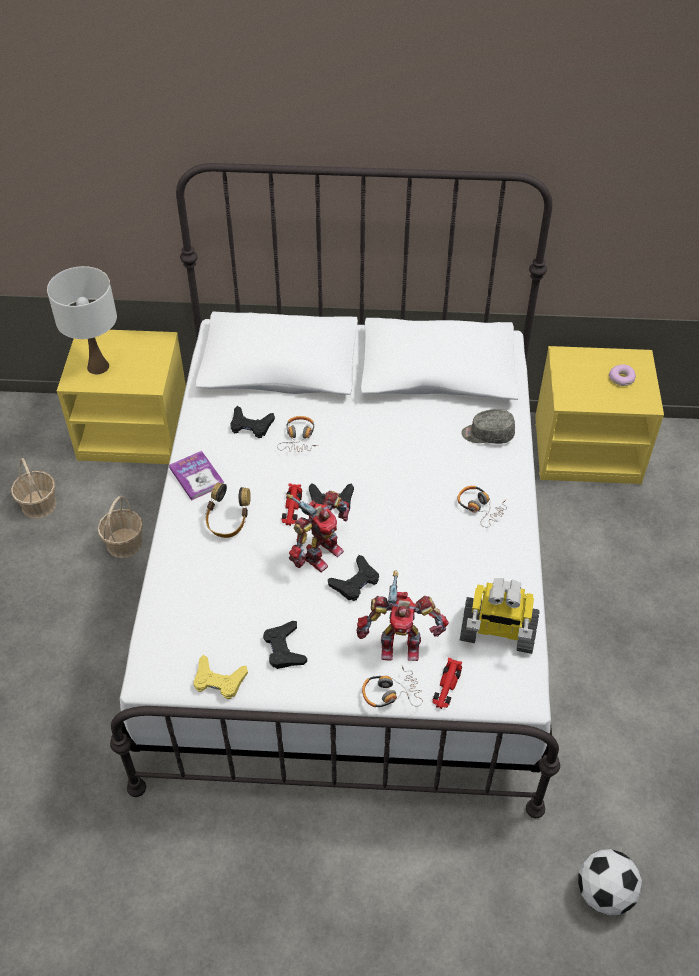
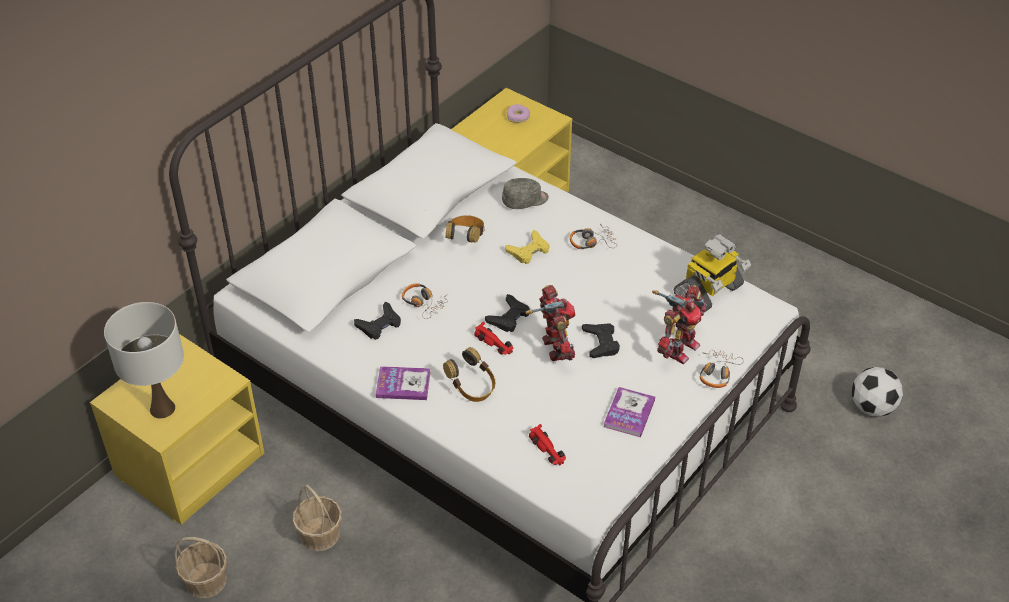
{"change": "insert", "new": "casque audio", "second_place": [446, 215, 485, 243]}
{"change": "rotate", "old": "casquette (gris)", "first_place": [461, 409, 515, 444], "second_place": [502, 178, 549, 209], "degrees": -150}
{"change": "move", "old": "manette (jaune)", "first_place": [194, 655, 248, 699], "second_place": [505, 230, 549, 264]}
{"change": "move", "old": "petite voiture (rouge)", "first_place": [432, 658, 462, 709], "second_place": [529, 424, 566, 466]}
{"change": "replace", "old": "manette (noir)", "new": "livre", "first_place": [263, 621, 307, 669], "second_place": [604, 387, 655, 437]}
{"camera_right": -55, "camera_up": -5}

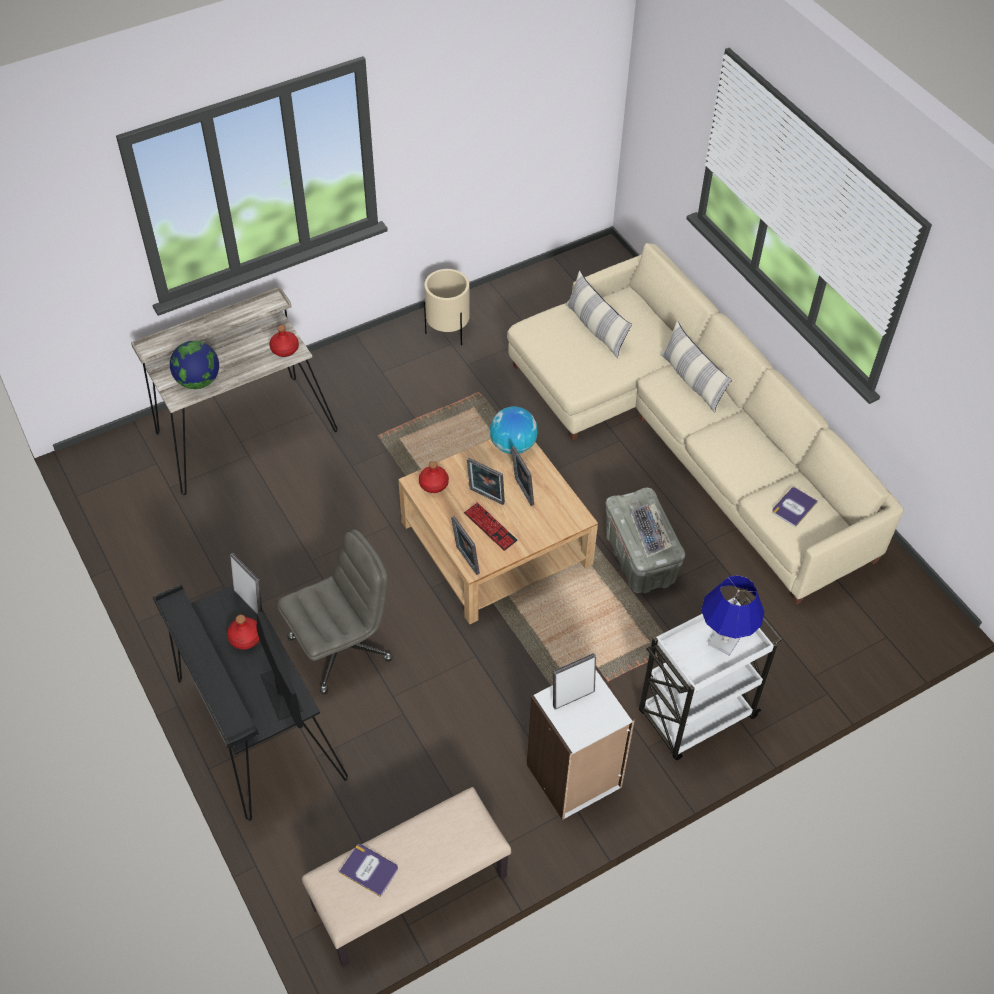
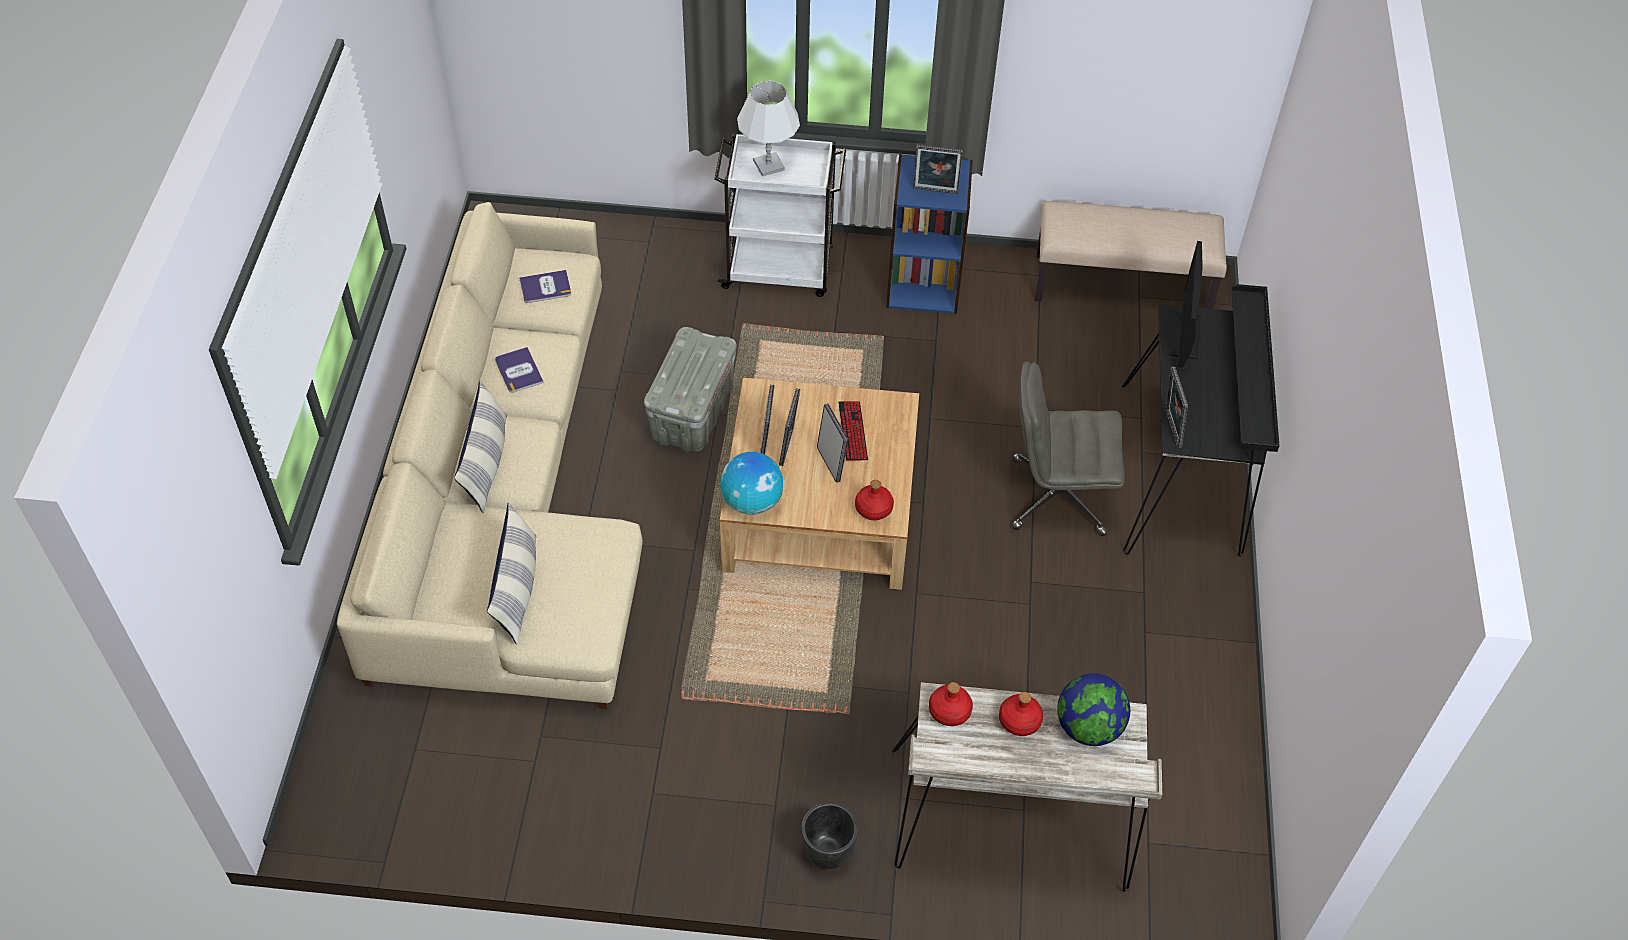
{"change": "move", "old": "livre", "first_place": [339, 844, 398, 897], "second_place": [495, 347, 544, 393]}
{"change": "recolor", "old": "lampe de table (bleu)", "new": "lampe de table (blanc)", "first_place": [701, 575, 765, 656], "second_place": [737, 81, 800, 176]}
{"change": "move", "old": "cadre photo", "first_place": [451, 516, 480, 575], "second_place": [760, 384, 774, 454]}
{"change": "insert", "new": "cache-pot (noir)", "second_place": [801, 803, 858, 869]}
{"change": "recolor", "old": "bibliothèque (blanc)", "new": "bibliothèque (bleu)", "first_place": [527, 666, 635, 820], "second_place": [886, 154, 973, 314]}
{"change": "move", "old": "bouteille (rouge)", "first_place": [227, 615, 260, 649], "second_place": [999, 692, 1043, 736]}
{"change": "delete", "old": "cache-pot (beige)", "first_place": [424, 269, 470, 345]}
{"change": "delete", "old": "clavier", "first_place": [631, 503, 672, 557]}
{"camera_right": -145, "camera_up": 0}

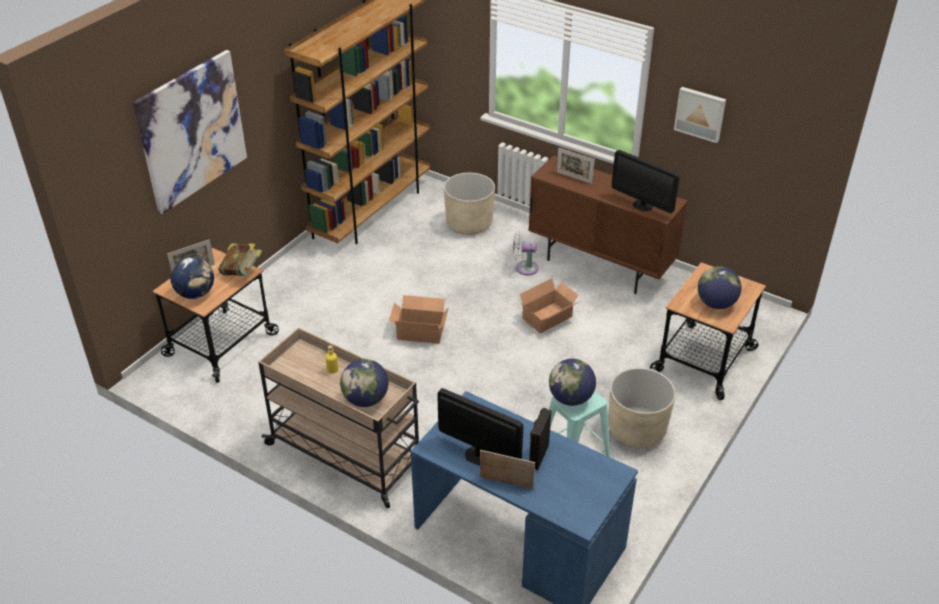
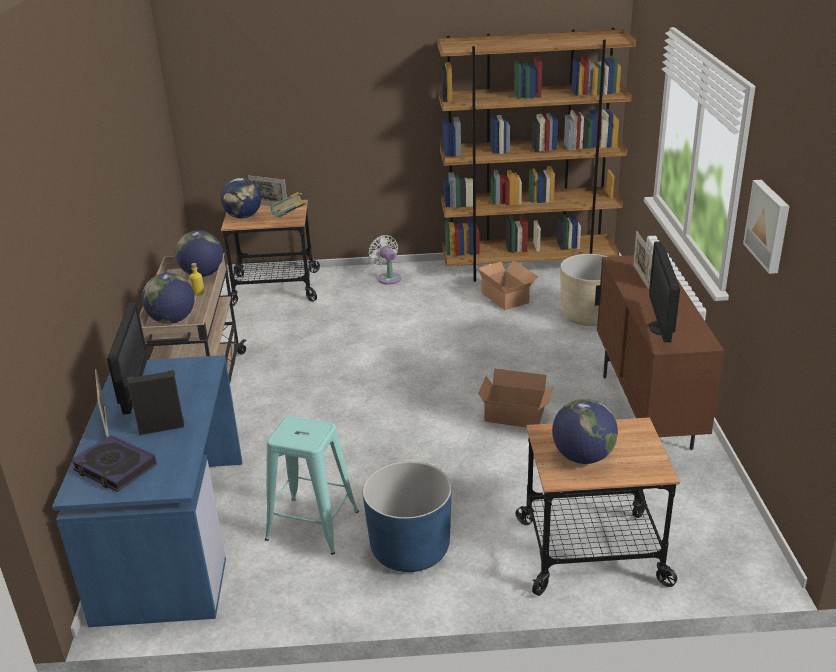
{"change": "insert", "new": "livre", "second_place": [71, 435, 157, 492]}
{"change": "move", "old": "globe", "first_place": [549, 359, 596, 406], "second_place": [175, 230, 223, 277]}
{"change": "recolor", "old": "cache-pot (beige)", "new": "cache-pot (bleu)", "first_place": [608, 368, 676, 448], "second_place": [363, 461, 452, 572]}
{"change": "move", "old": "ventilateur (blanc)", "first_place": [512, 231, 539, 275], "second_place": [369, 235, 401, 285]}
{"change": "move", "old": "carton", "first_place": [389, 295, 449, 344], "second_place": [477, 260, 538, 310]}
{"change": "delete", "old": "tableau", "first_place": [133, 50, 247, 214]}
{"camera_right": 55, "camera_up": -10}

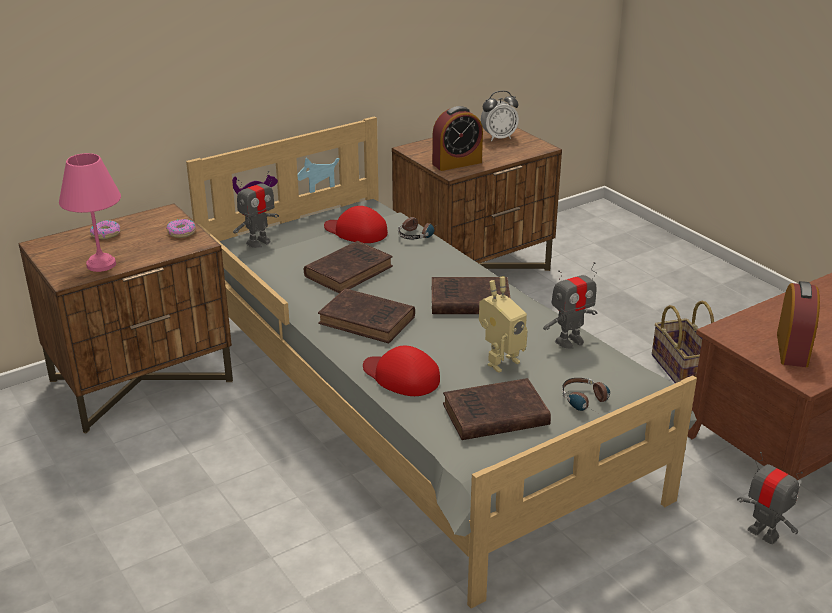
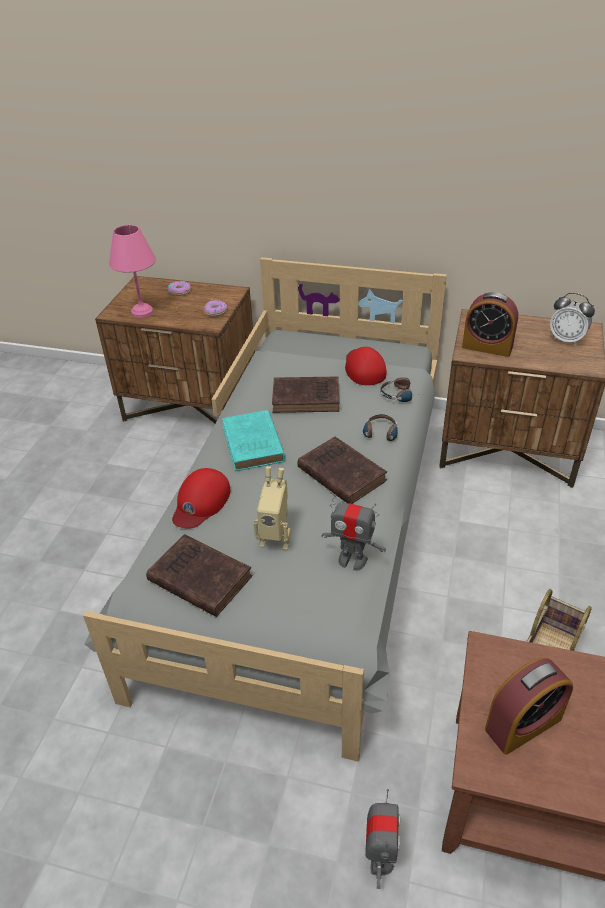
{"change": "rotate", "old": "casquette (rouge)", "first_place": [363, 346, 440, 396], "second_place": [172, 468, 230, 528], "degrees": -150}
{"change": "recolor", "old": "livre (marron)", "new": "livre (turquoise)", "first_place": [318, 288, 415, 343], "second_place": [222, 410, 286, 471]}
{"change": "move", "old": "casque audio", "first_place": [562, 378, 610, 413], "second_place": [363, 414, 398, 441]}
{"change": "delete", "old": "robot jouet", "first_place": [233, 171, 279, 248]}
{"camera_right": 50, "camera_up": 10}

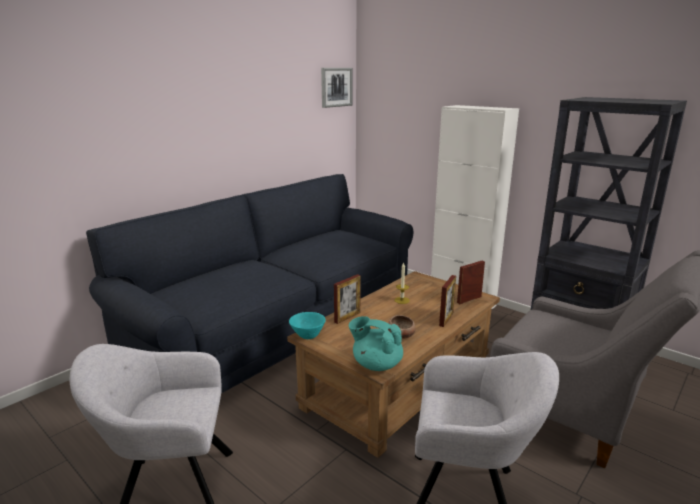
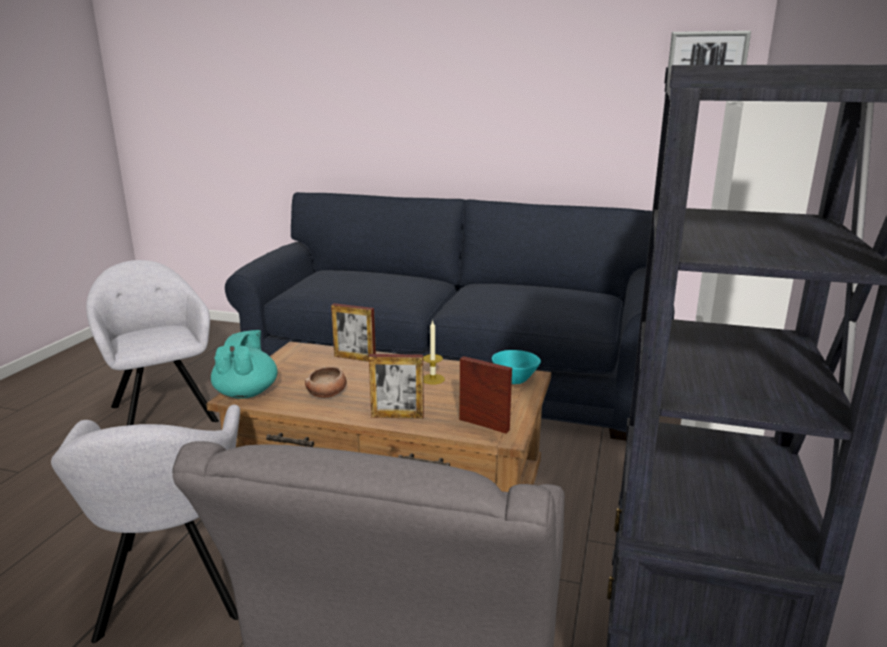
{"change": "move", "old": "bol (turquoise)", "first_place": [289, 312, 326, 339], "second_place": [492, 350, 541, 384]}
{"camera_right": 65, "camera_up": 0}

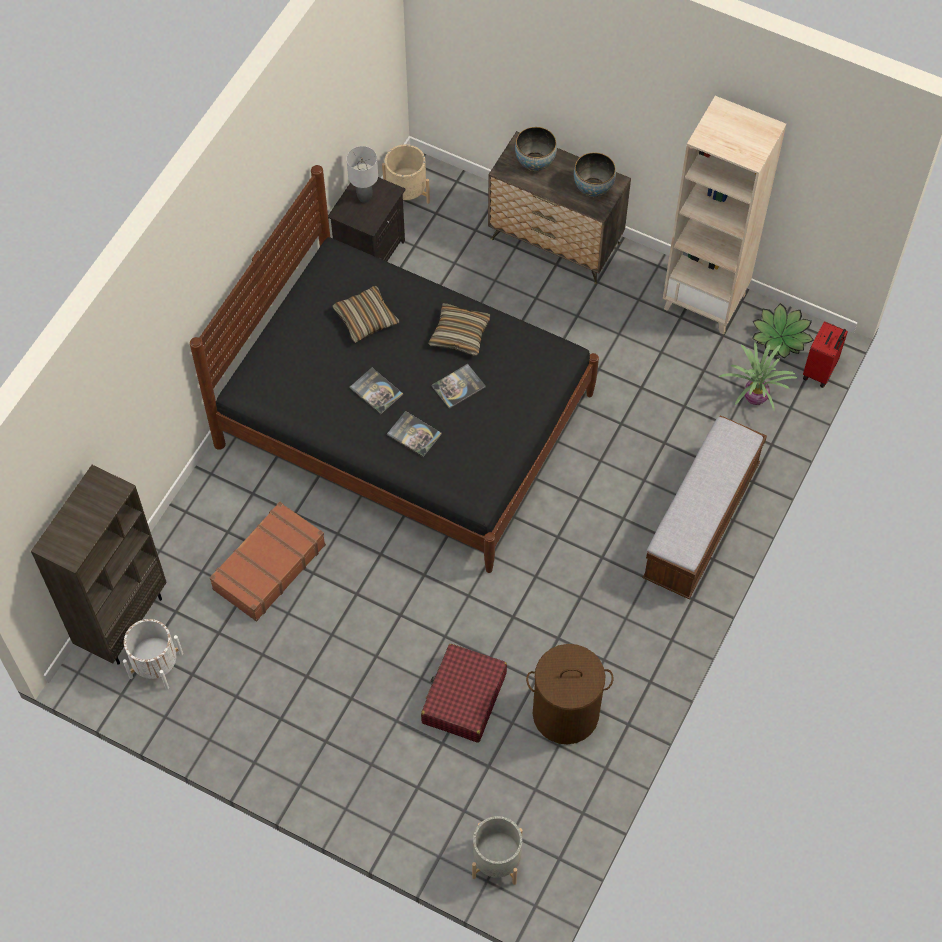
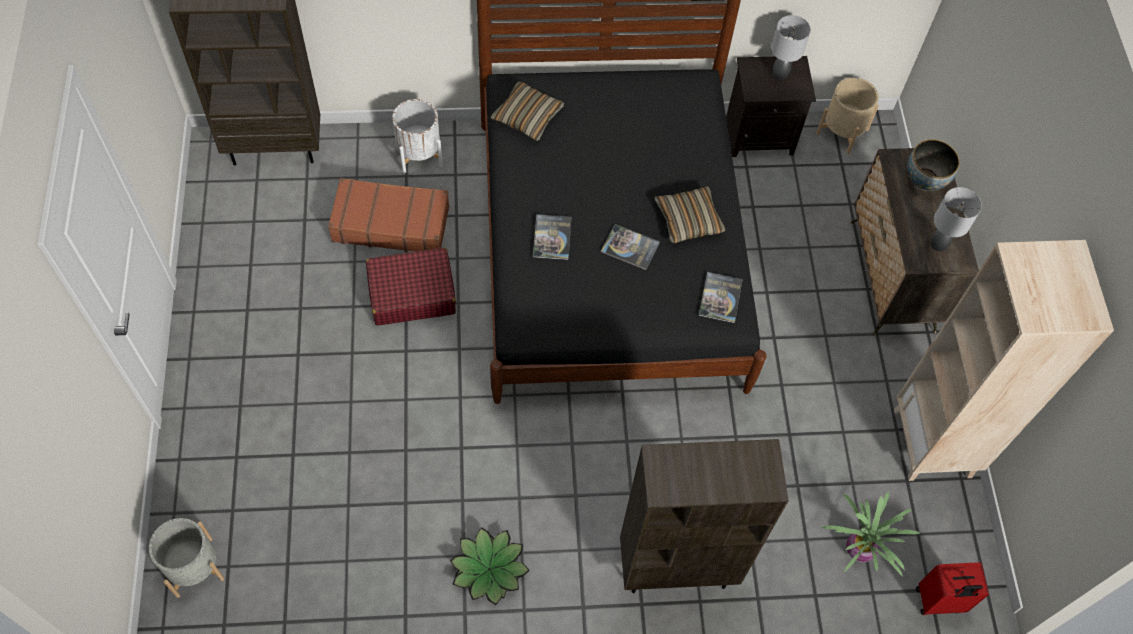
{"change": "move", "old": "valise (rouge)", "first_place": [421, 644, 507, 743], "second_place": [366, 248, 456, 326]}
{"change": "move", "old": "cache-pot (blanc)", "first_place": [123, 619, 183, 690], "second_place": [392, 99, 443, 173]}
{"change": "move", "old": "plante en pot", "first_place": [752, 303, 814, 358], "second_place": [450, 527, 530, 605]}
{"change": "move", "old": "coussin", "first_place": [332, 286, 399, 343], "second_place": [491, 81, 564, 141]}
{"change": "replace", "old": "banc", "new": "bibliothèque (marron)", "first_place": [642, 415, 767, 599], "second_place": [620, 439, 789, 593]}
{"change": "move", "old": "livre", "first_place": [350, 368, 403, 414], "second_place": [699, 272, 743, 323]}
{"change": "replace", "old": "bol", "new": "lampe de table (gris)", "first_place": [573, 152, 616, 197], "second_place": [931, 187, 982, 251]}
{"change": "delete", "old": "panier à linge (marron)", "first_place": [526, 644, 614, 744]}
{"camera_right": 55, "camera_up": 0}

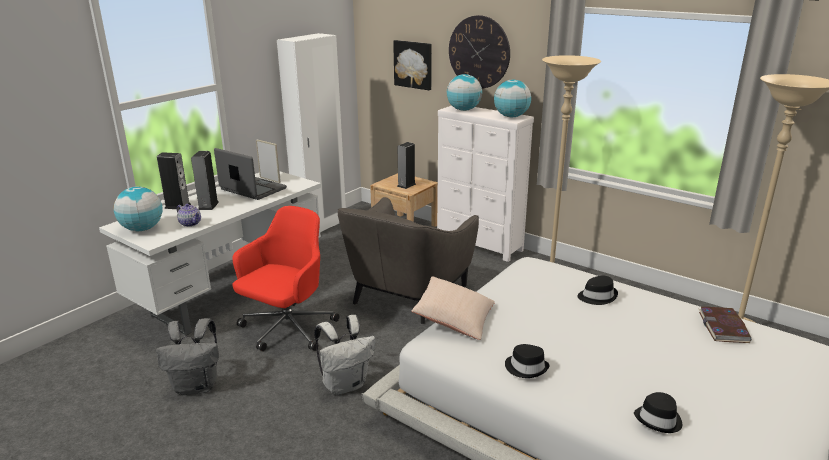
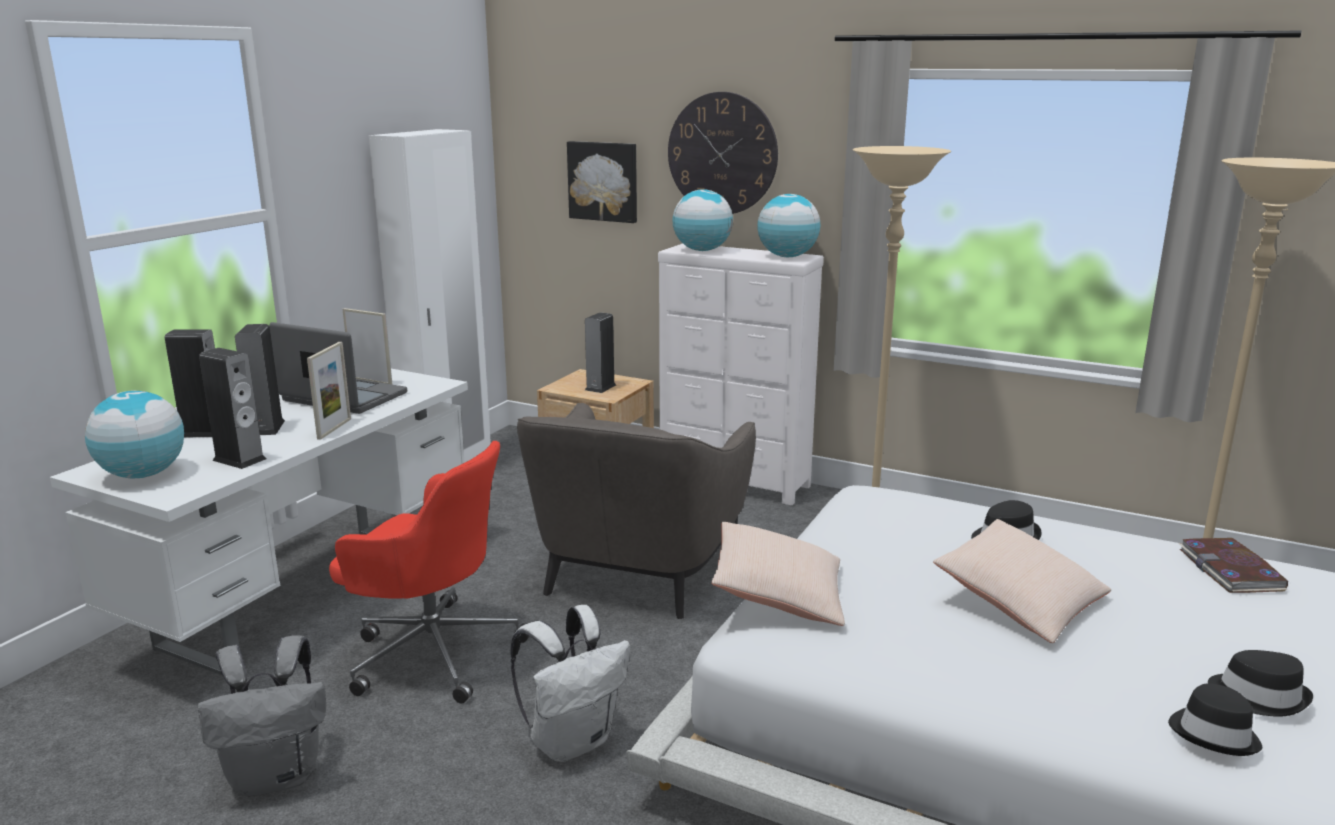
{"change": "replace", "old": "théière", "new": "enceinte", "first_place": [177, 204, 201, 227], "second_place": [199, 348, 266, 469]}
{"change": "insert", "new": "cadre photo", "second_place": [307, 342, 351, 440]}
{"change": "rotate", "old": "chaise de bureau (rouge)", "first_place": [233, 206, 340, 351], "second_place": [329, 441, 530, 704], "degrees": 90}
{"change": "insert", "new": "coussin (beige)", "second_place": [933, 519, 1111, 643]}
{"change": "move", "old": "chapeau (noir)", "first_place": [505, 344, 550, 378], "second_place": [1208, 650, 1313, 717]}
{"camera_right": -10, "camera_up": -5}

